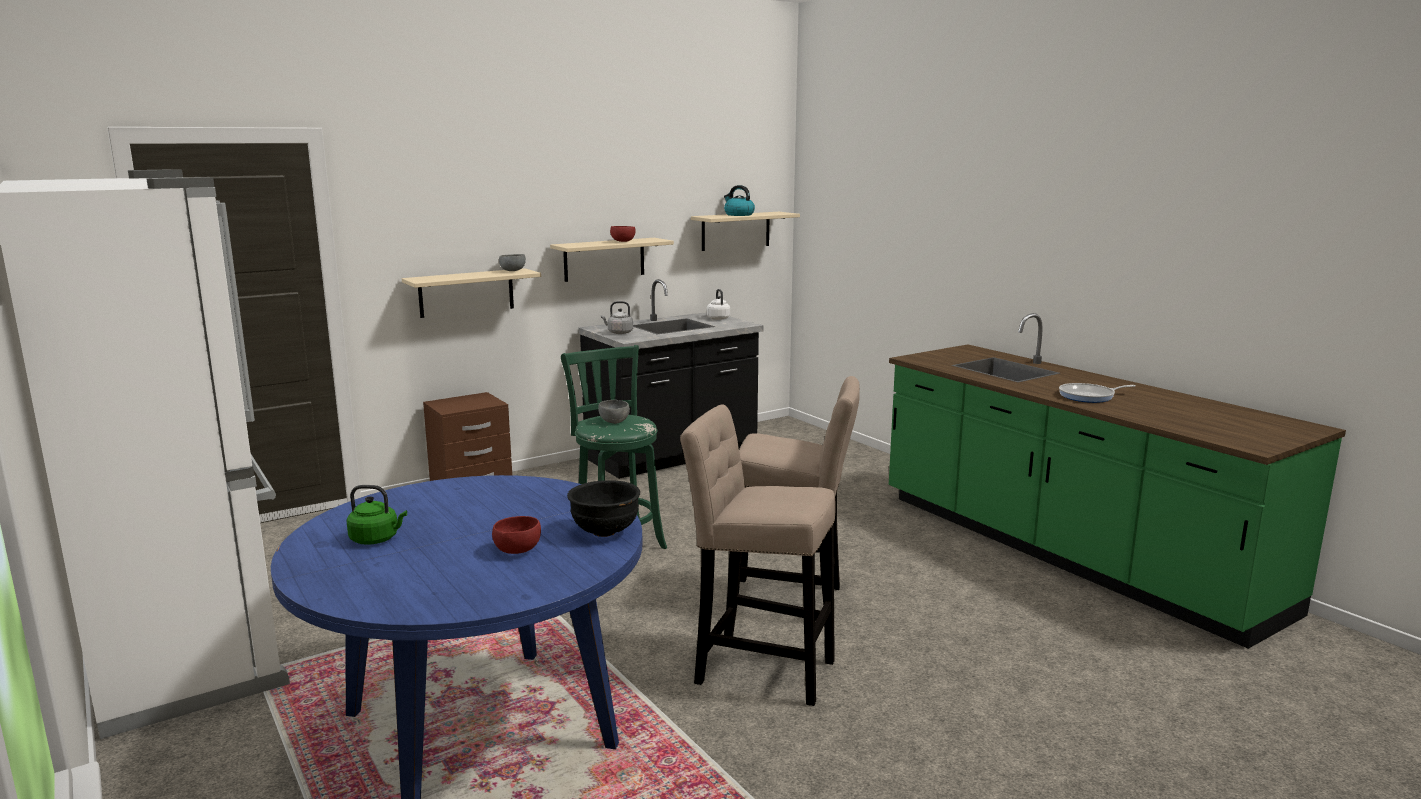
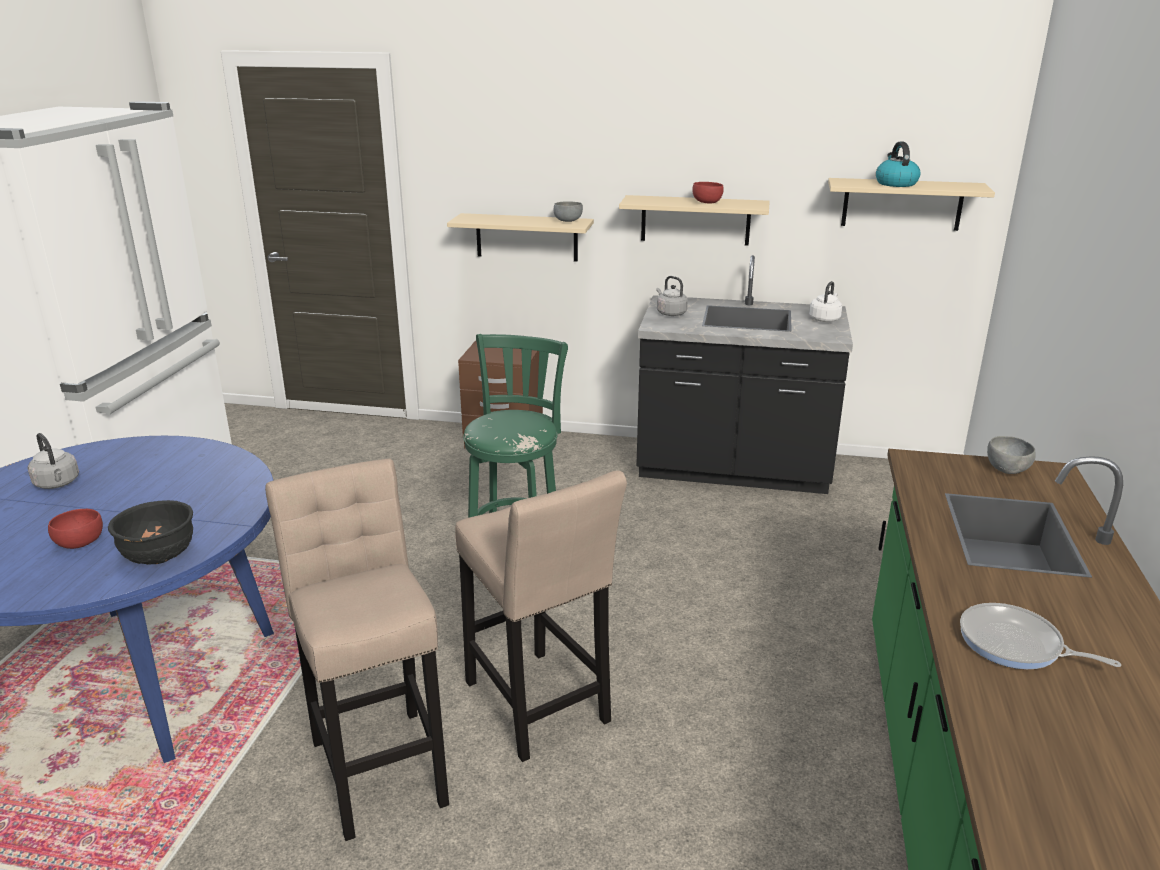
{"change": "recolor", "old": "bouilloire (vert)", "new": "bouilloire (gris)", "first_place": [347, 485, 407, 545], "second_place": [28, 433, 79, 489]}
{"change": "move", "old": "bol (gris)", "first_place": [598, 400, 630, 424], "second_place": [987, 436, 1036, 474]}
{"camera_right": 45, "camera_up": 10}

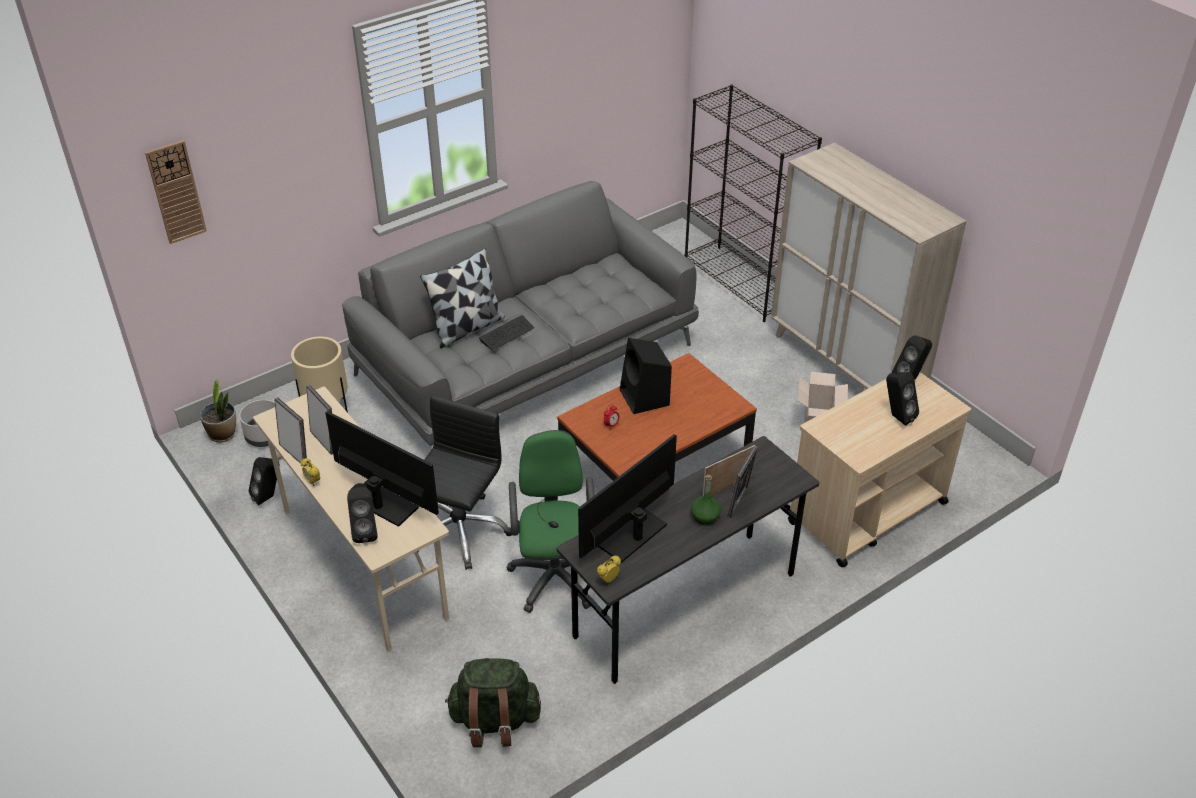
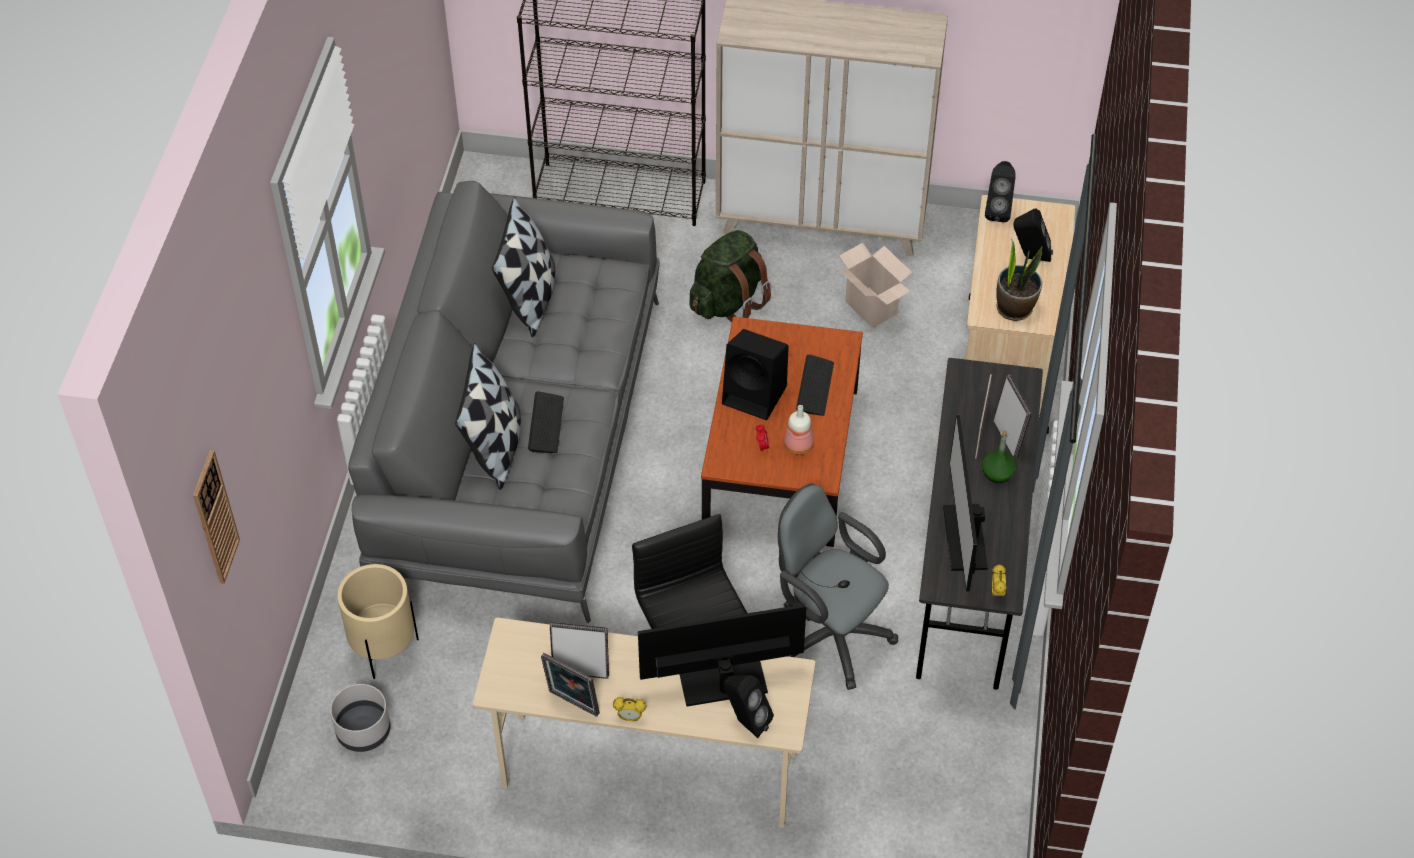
{"change": "insert", "new": "coussin", "second_place": [492, 197, 555, 337]}
{"change": "rotate", "old": "cadre photo", "first_place": [274, 397, 307, 466], "second_place": [541, 653, 600, 717], "degrees": -150}
{"change": "move", "old": "sac à dos (vert)", "first_place": [445, 658, 541, 747], "second_place": [690, 230, 771, 322]}
{"change": "recolor", "old": "chaise de bureau (vert)", "new": "chaise de bureau (gris)", "first_place": [506, 430, 595, 613], "second_place": [778, 484, 898, 690]}
{"change": "insert", "new": "bouteille", "second_place": [784, 405, 814, 455]}
{"change": "insert", "new": "clavier", "second_place": [796, 354, 834, 416]}
{"change": "move", "old": "plante en pot", "first_place": [200, 377, 236, 442], "second_place": [996, 239, 1042, 321]}
{"change": "delete", "old": "enceinte (noir)", "first_place": [249, 457, 280, 505]}
{"camera_right": -45, "camera_up": 10}

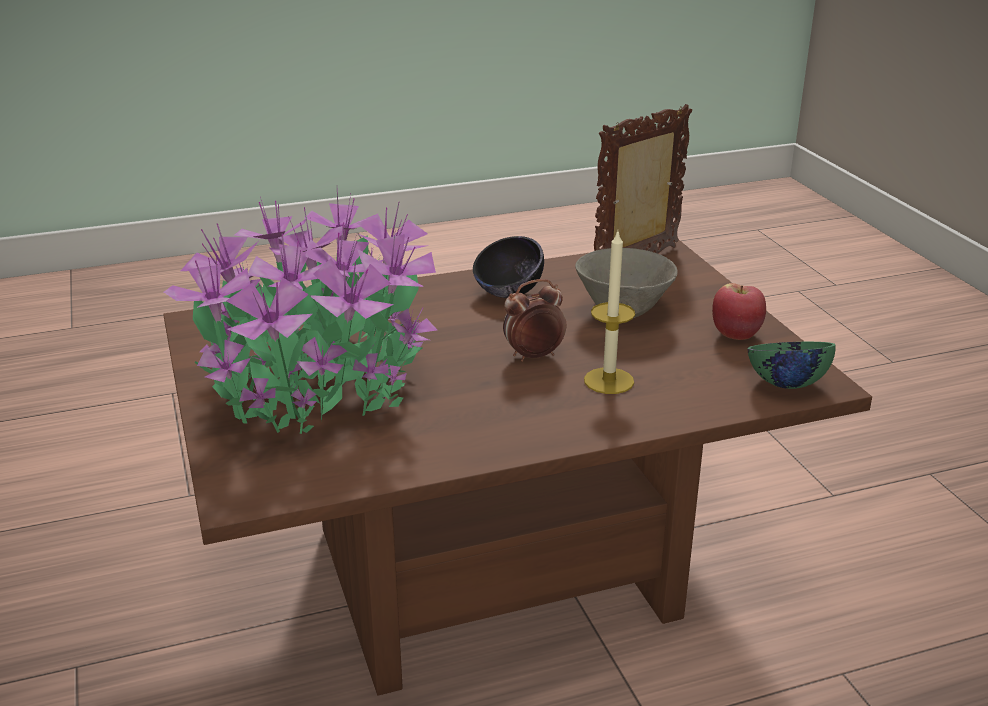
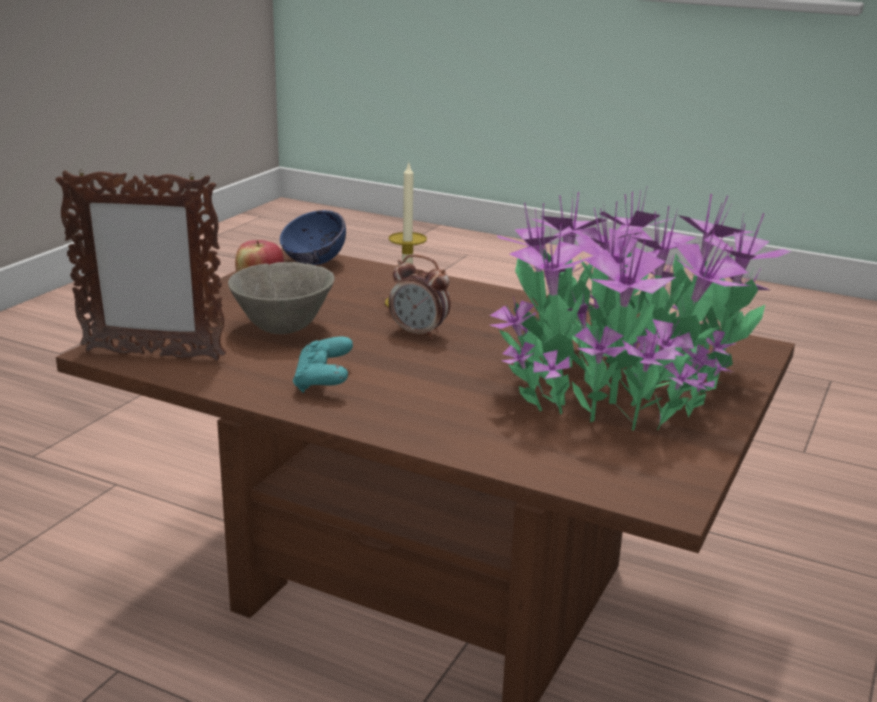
{"change": "recolor", "old": "bol (vert)", "new": "bol (bleu)", "first_place": [747, 342, 836, 389], "second_place": [280, 210, 346, 265]}
{"change": "replace", "old": "bol (noir)", "new": "manette (turquoise)", "first_place": [473, 236, 544, 298], "second_place": [293, 337, 353, 393]}
{"camera_right": -135, "camera_up": -5}

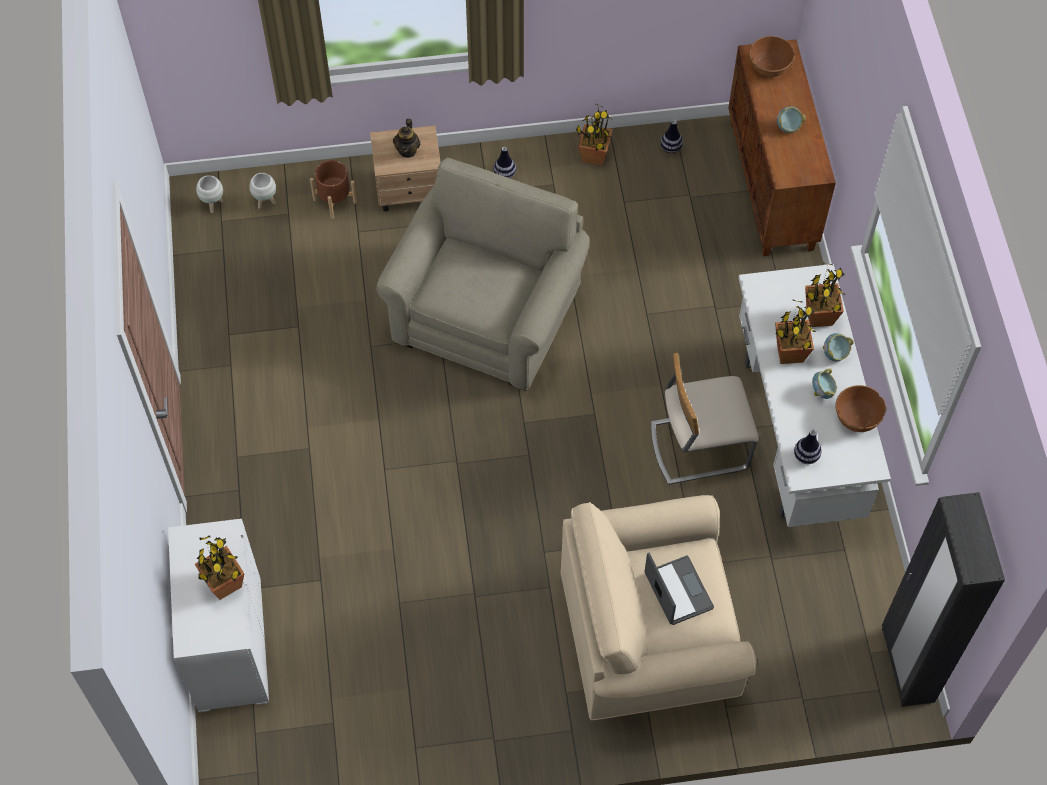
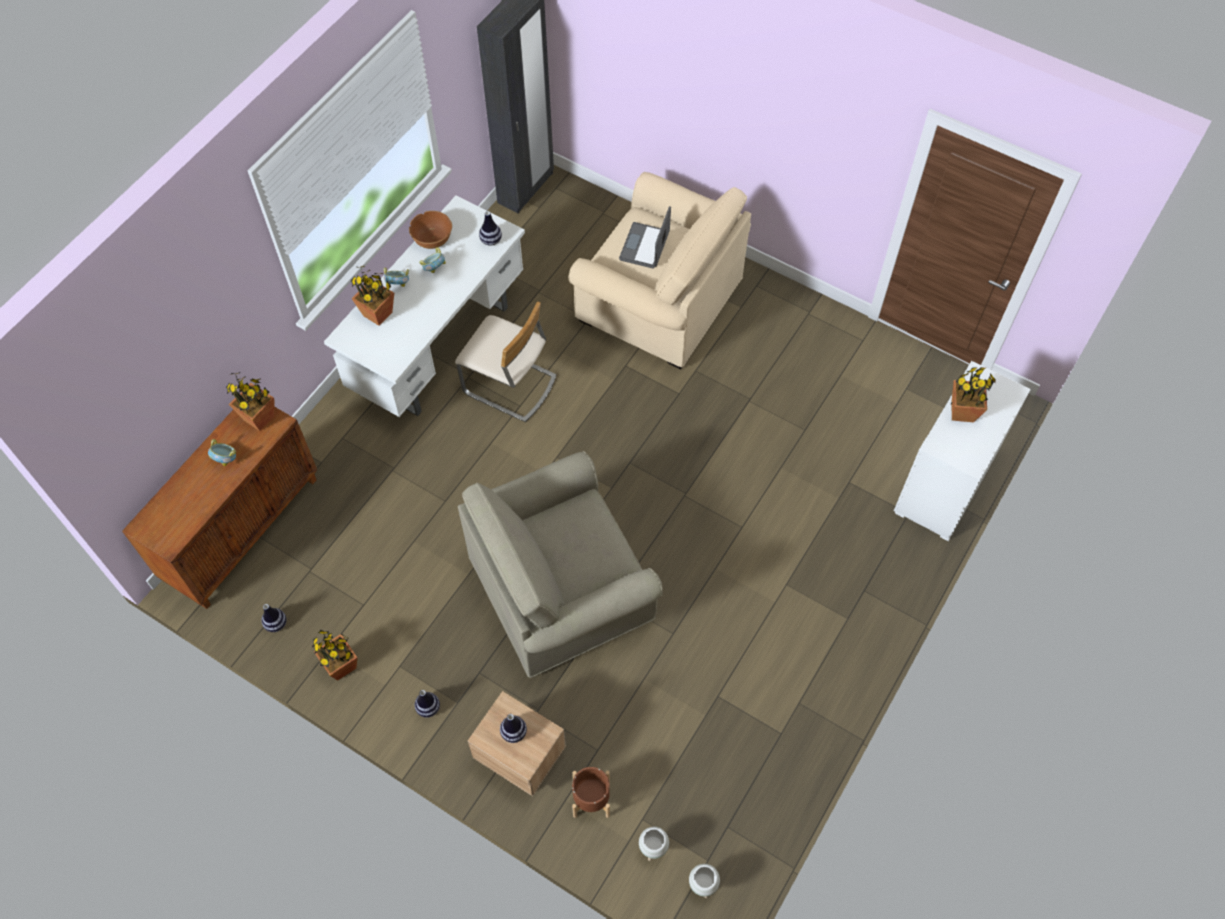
{"change": "move", "old": "plante en pot", "first_place": [775, 299, 816, 364], "second_place": [226, 372, 275, 431]}
{"change": "replace", "old": "théière", "new": "vase", "first_place": [393, 119, 421, 158], "second_place": [500, 714, 527, 743]}
{"change": "delete", "old": "bol (marron)", "first_place": [749, 36, 795, 77]}
{"camera_right": -140, "camera_up": 0}

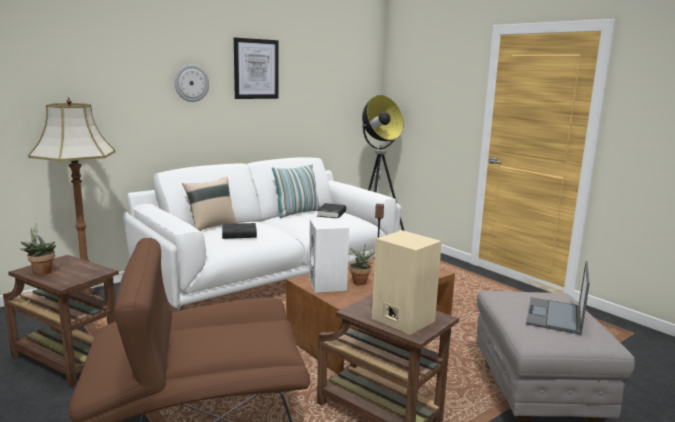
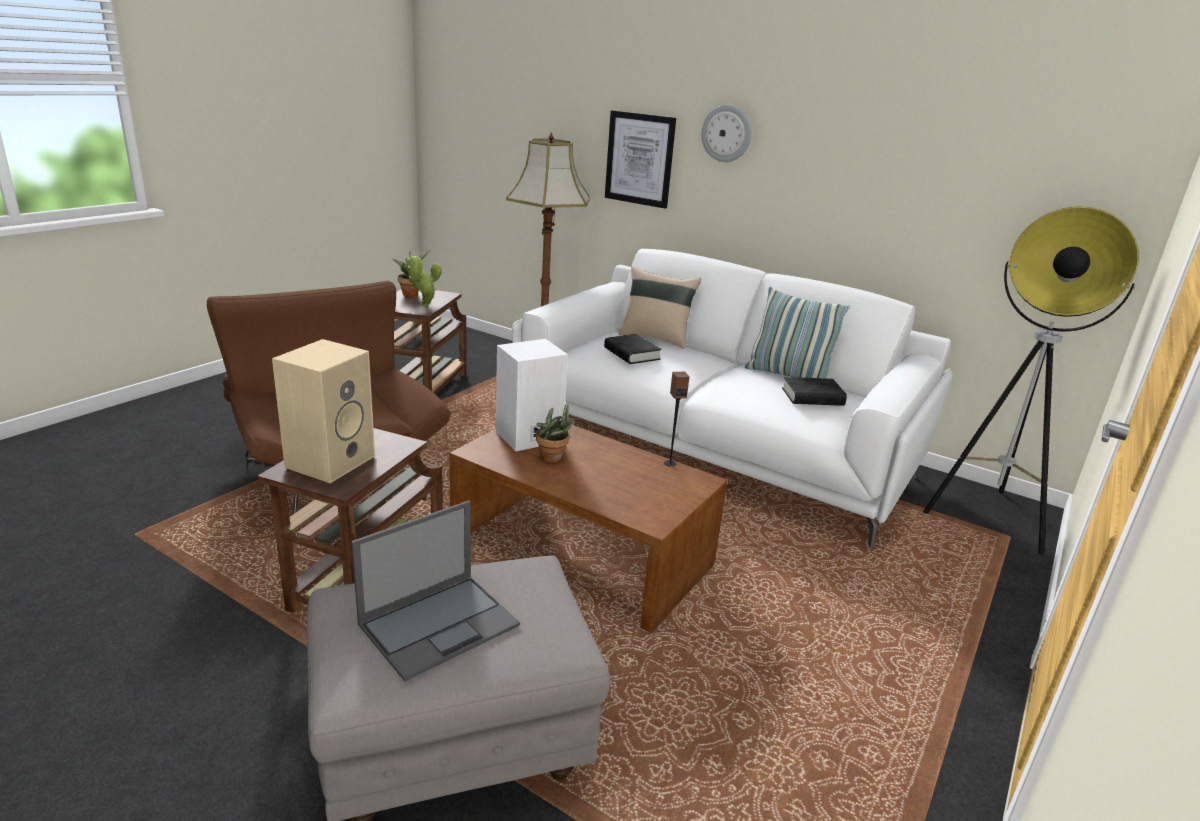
{"change": "rotate", "old": "ordinateur portable", "first_place": [526, 261, 590, 335], "second_place": [351, 500, 520, 681], "degrees": 135}
{"change": "insert", "new": "plante en pot", "second_place": [406, 256, 442, 306]}
{"change": "move", "old": "tableau", "first_place": [234, 38, 278, 99], "second_place": [605, 110, 676, 209]}
{"camera_right": 70, "camera_up": 10}

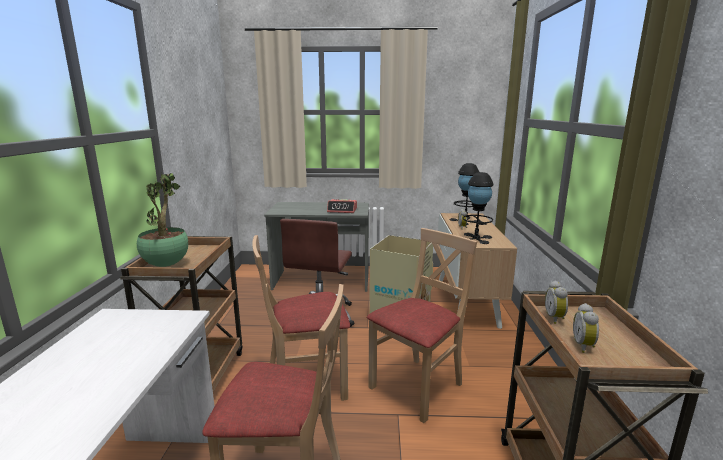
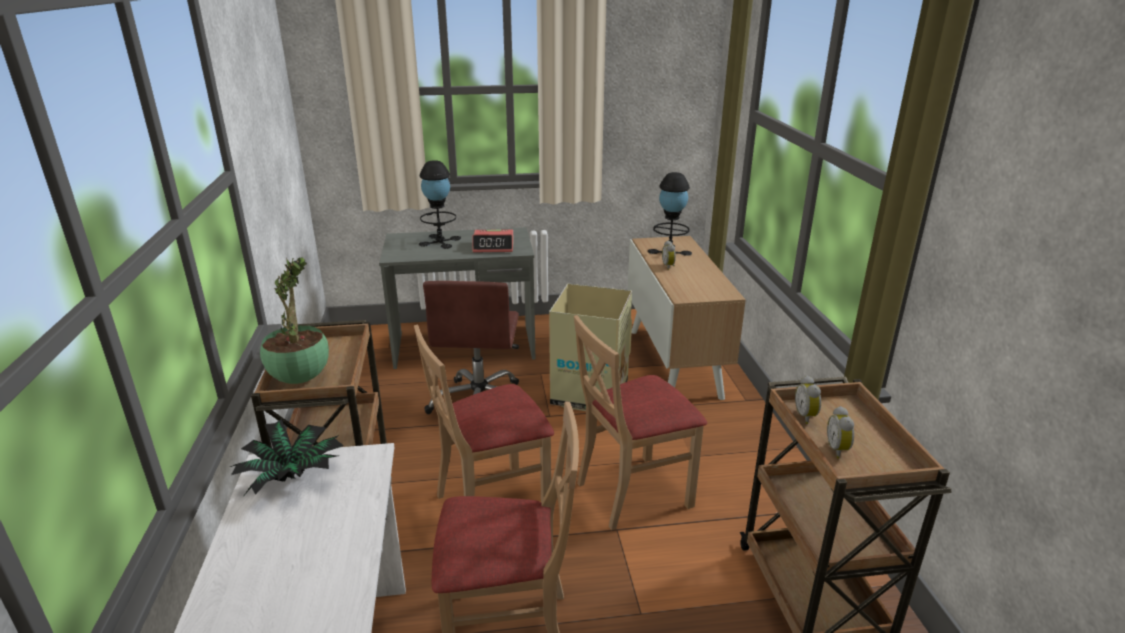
{"change": "insert", "new": "plante en pot", "second_place": [230, 419, 344, 495]}
{"change": "move", "old": "lampe de table (noir)", "first_place": [463, 172, 494, 244], "second_place": [419, 160, 461, 249]}
{"change": "rotate", "old": "chaise (beige)", "first_place": [367, 228, 477, 423], "second_place": [574, 315, 707, 530], "degrees": -150}
{"camera_right": -10, "camera_up": 10}

